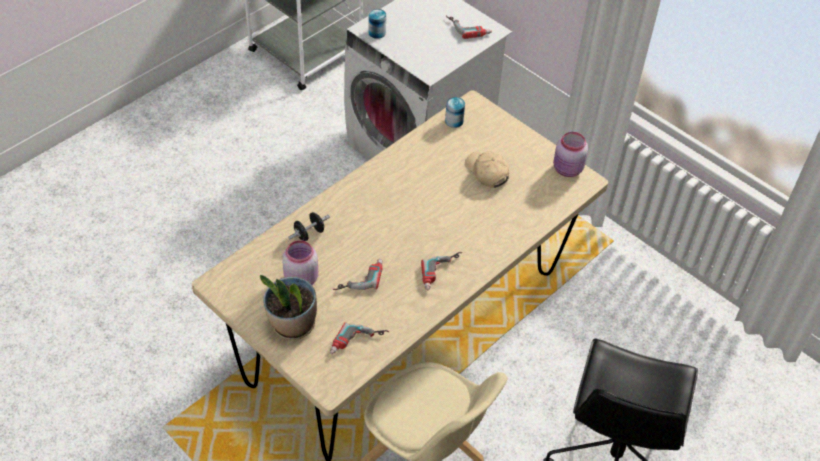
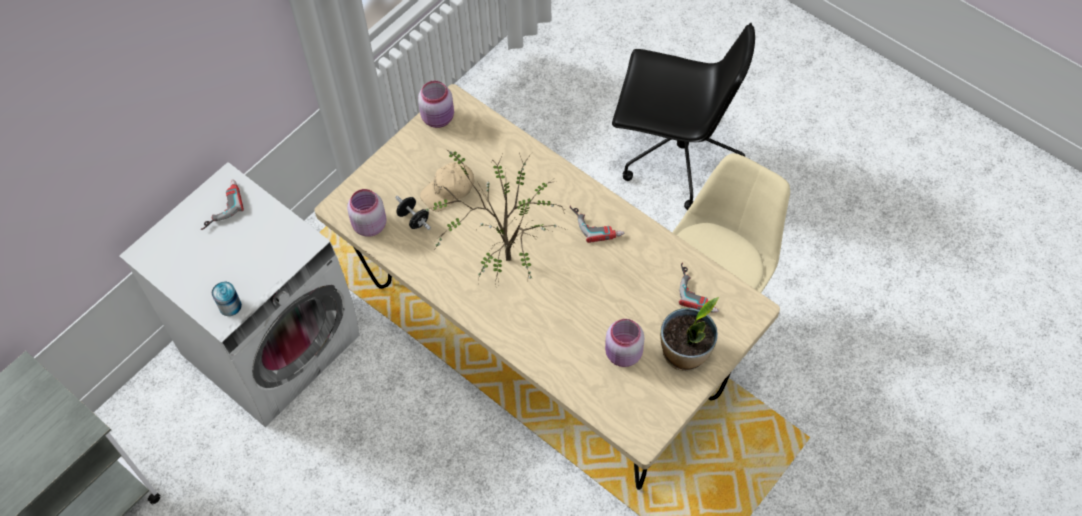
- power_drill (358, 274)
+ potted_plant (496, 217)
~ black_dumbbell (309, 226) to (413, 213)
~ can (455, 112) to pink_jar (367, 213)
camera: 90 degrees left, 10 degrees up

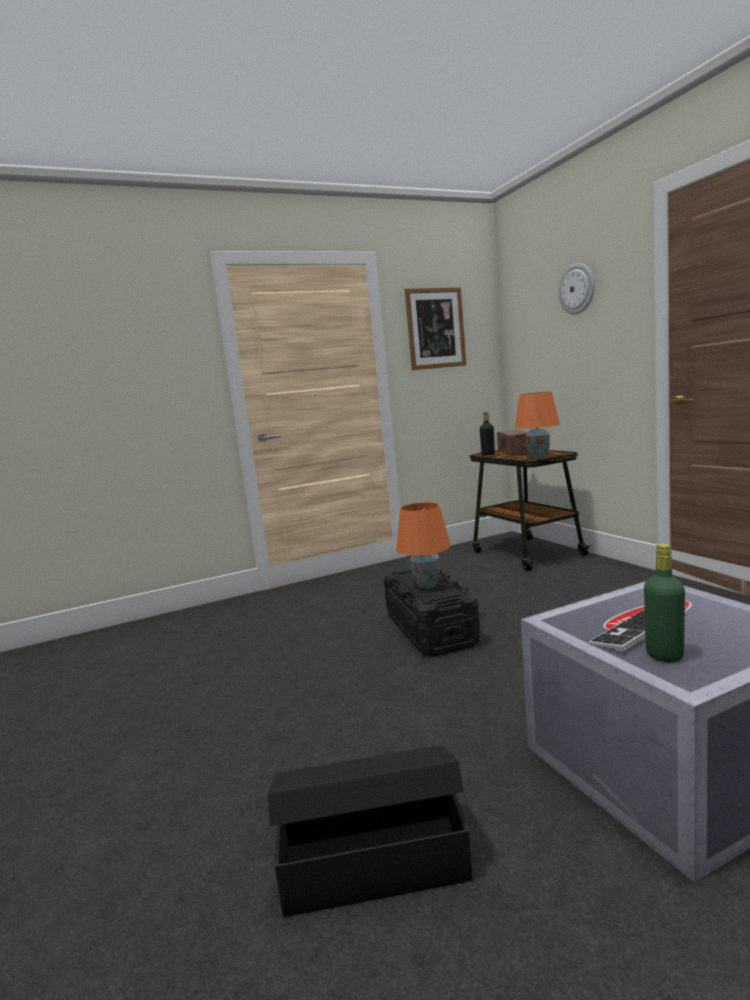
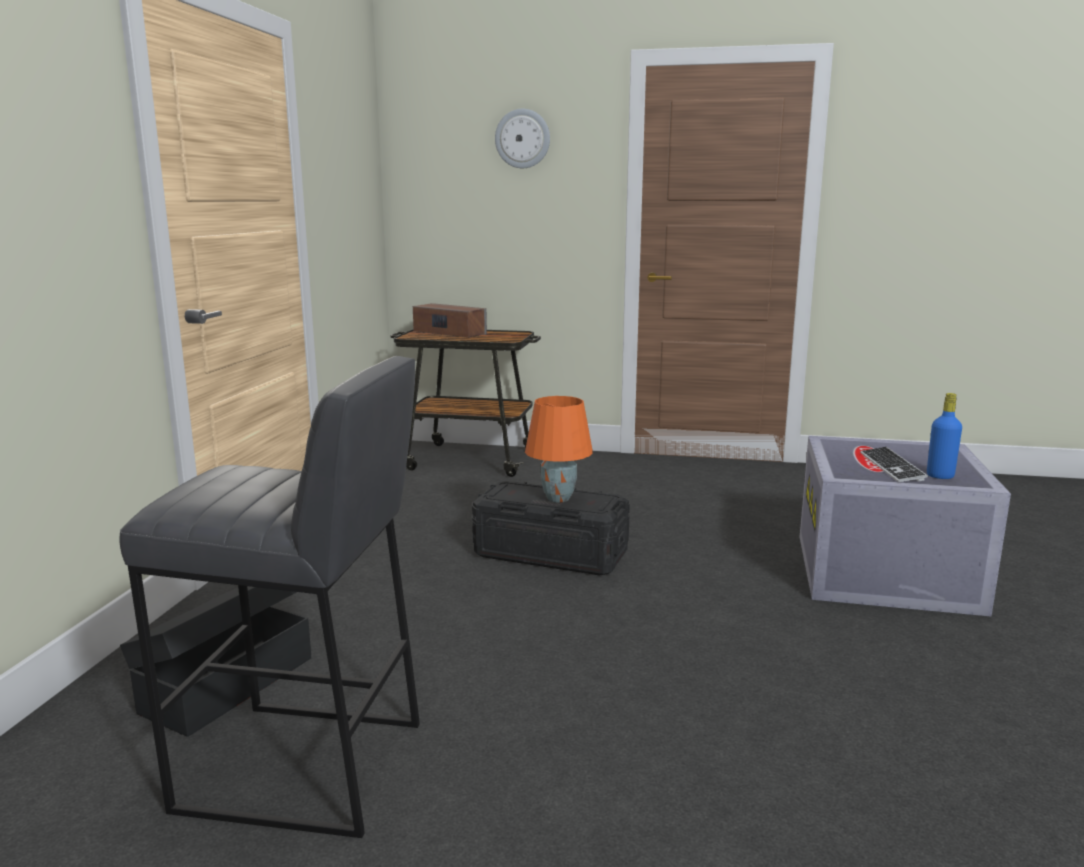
- picture (435, 328)
- black_bottle (487, 433)
- orange_table_lamp (537, 425)
+ grey_stool (269, 597)
~ black_storage_box (370, 831) to (215, 661)
~ green_bottle (664, 603) to blue_bottle (944, 436)
camera: 55 degrees left, 5 degrees up

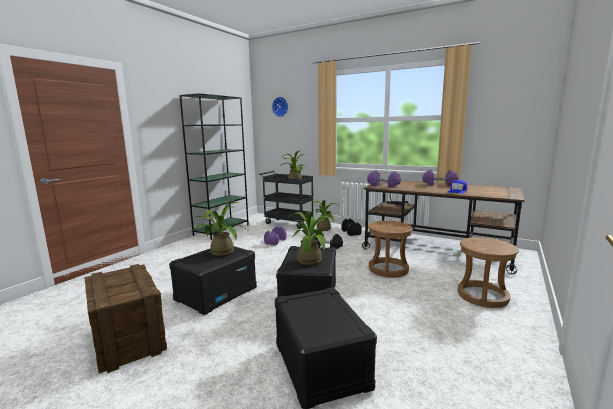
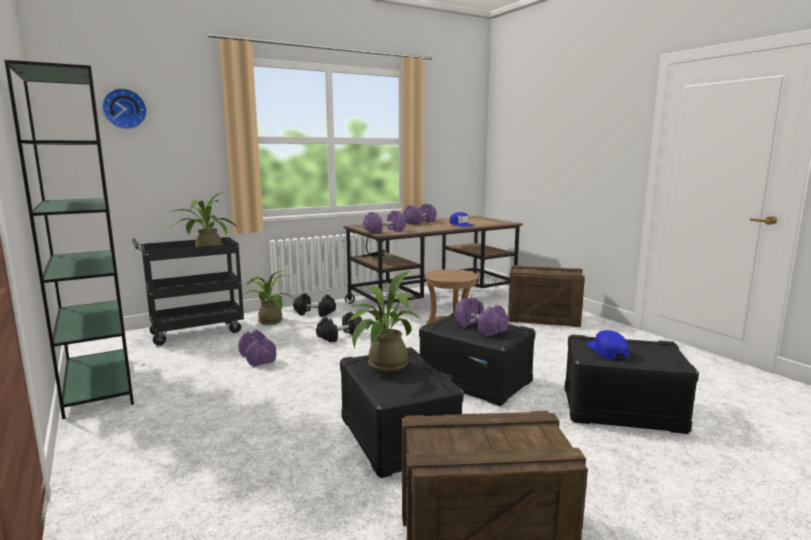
+ blue_cap (607, 345)
~ potted_plant (311, 238) to purple_dumbbell (482, 316)
~ brown_stool (488, 272) to crate (546, 296)
camera: 60 degrees left, 0 degrees up

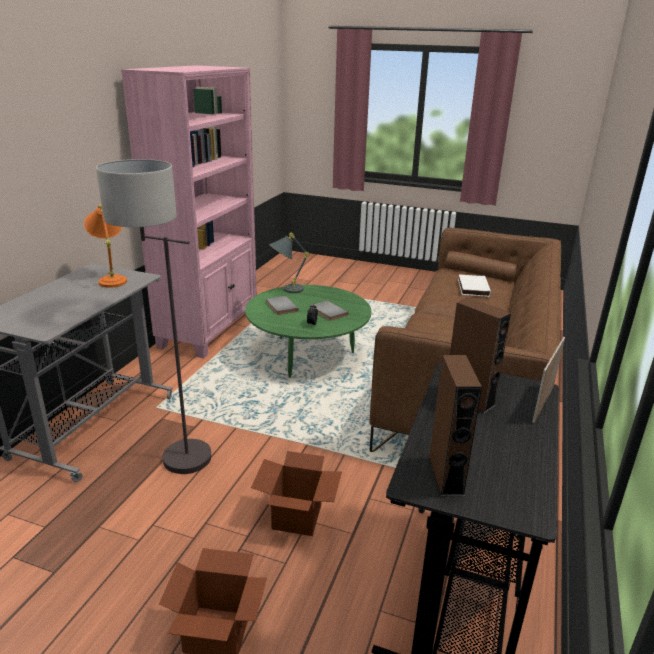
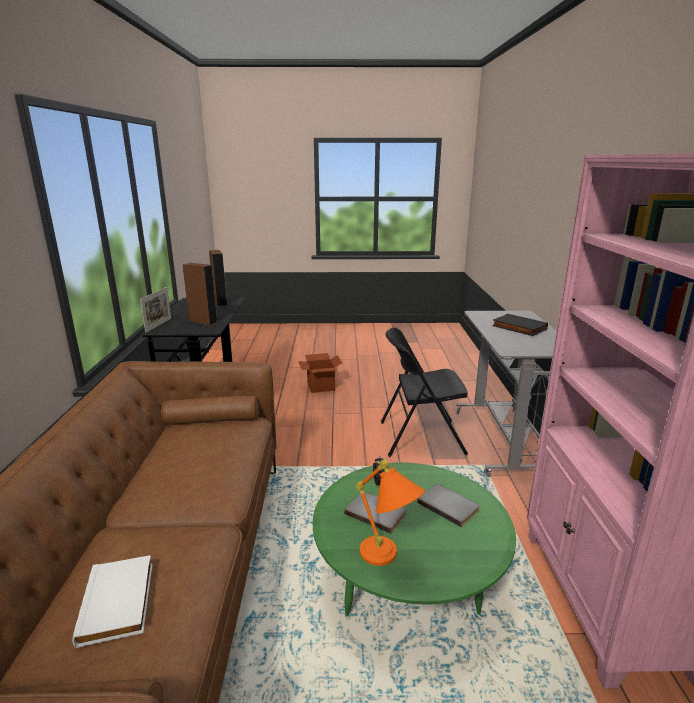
- cardboard_box (296, 493)
- grey_table_lamp (289, 263)
+ black_book (520, 325)
~ orange_table_lamp (105, 246) to (390, 512)
~ grey_floor_lamp (153, 316) to black_chair (424, 392)
camera: 160 degrees right, 5 degrees down

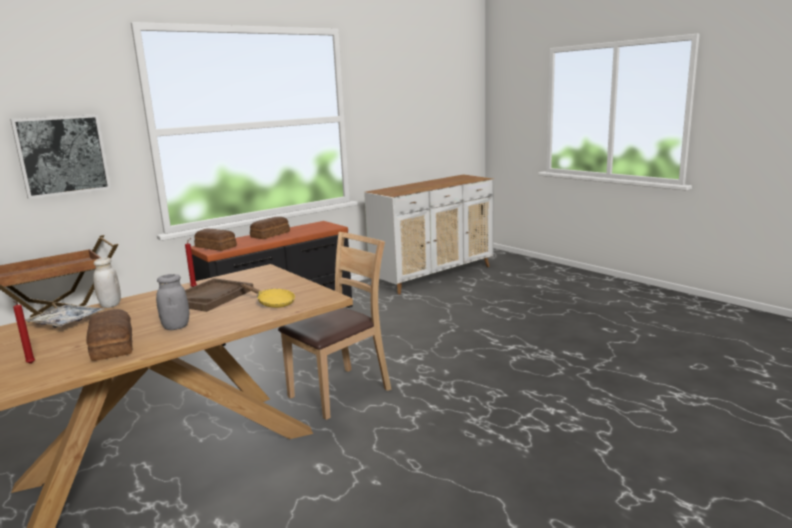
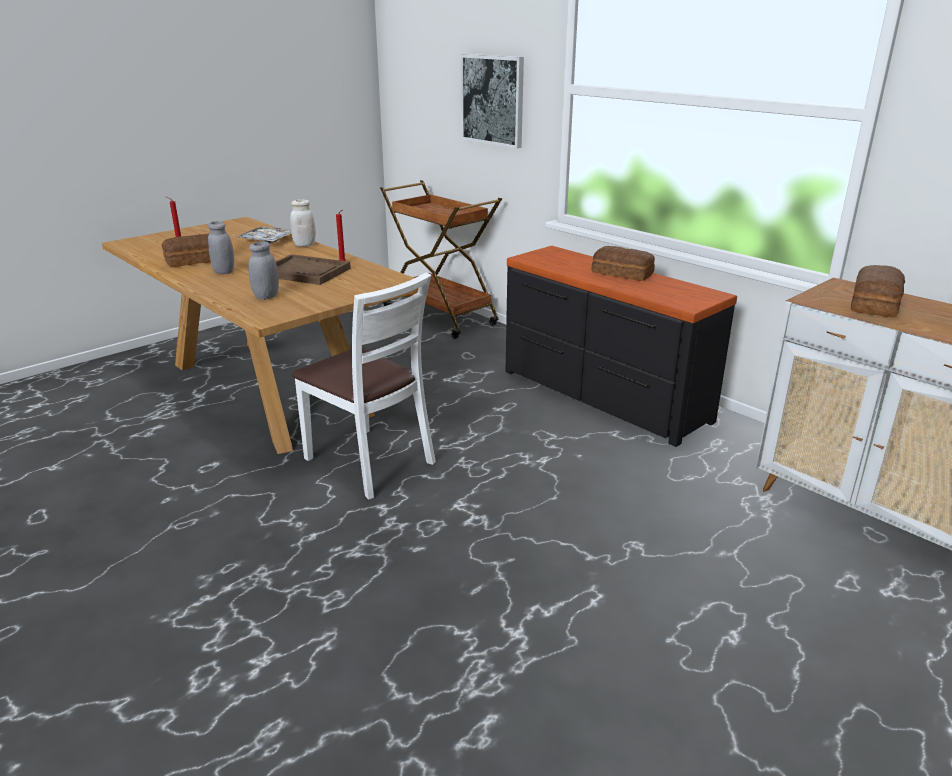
~ bread (215, 240) to (878, 291)
~ yellow_frying_pan (267, 295) to grey_jar (263, 270)
~ brown_chair (334, 326) to white_chair (364, 386)
camera: 85 degrees right, 10 degrees up

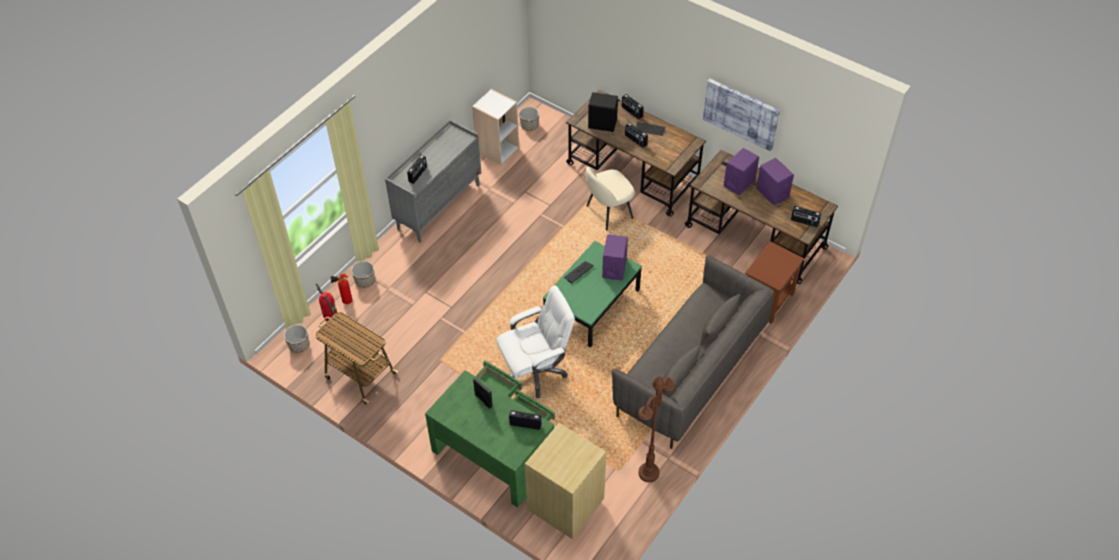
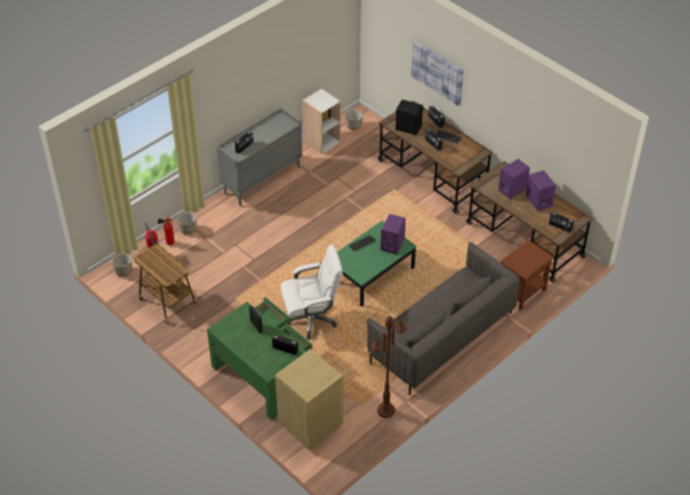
- beige_chair (610, 198)
~ picture (741, 115) to (437, 73)
camera: 10 degrees right, 5 degrees down

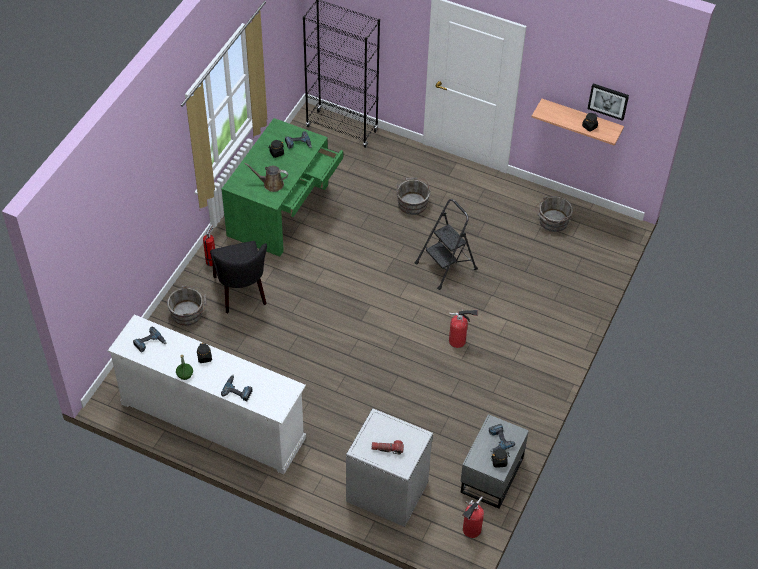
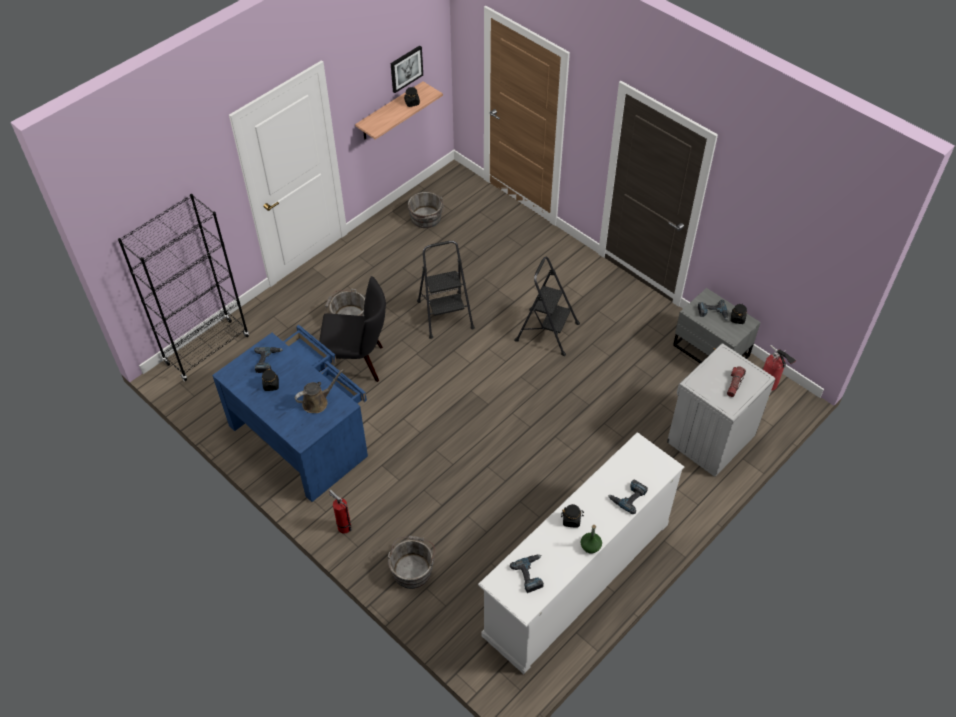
~ black_chair (238, 277) to (352, 329)
~ fire_extinguisher (463, 328) to black_step_ladder (547, 306)
~ green_desk (282, 187) to blue_desk (290, 413)
~ brown_watering_can (266, 177) = (319, 391) 150 degrees counterclockwise
camera: 70 degrees left, 0 degrees up

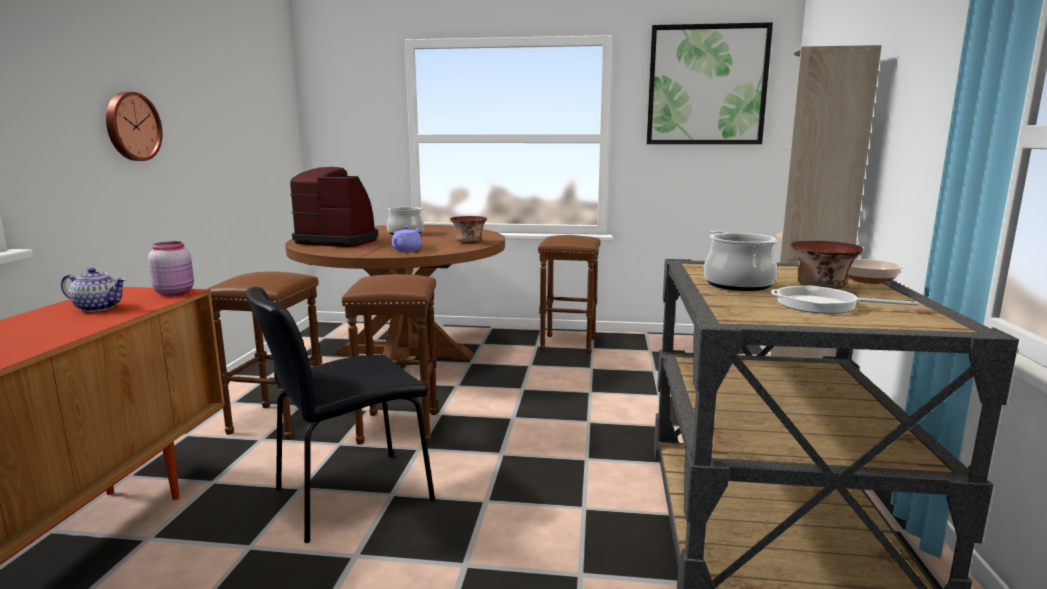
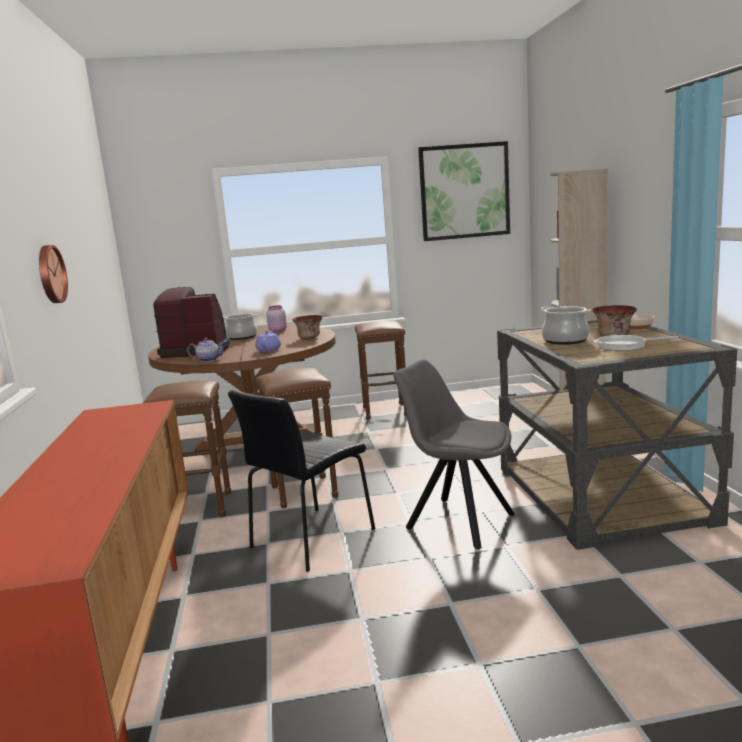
+ grey_chair (454, 454)
~ teapot (93, 290) to (206, 350)
~ pink_jar (171, 268) to (276, 318)
camera: 15 degrees left, 0 degrees up

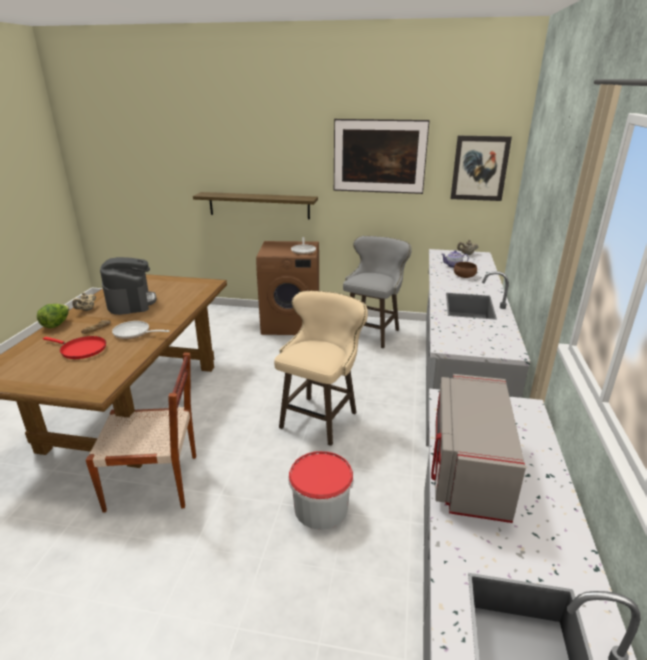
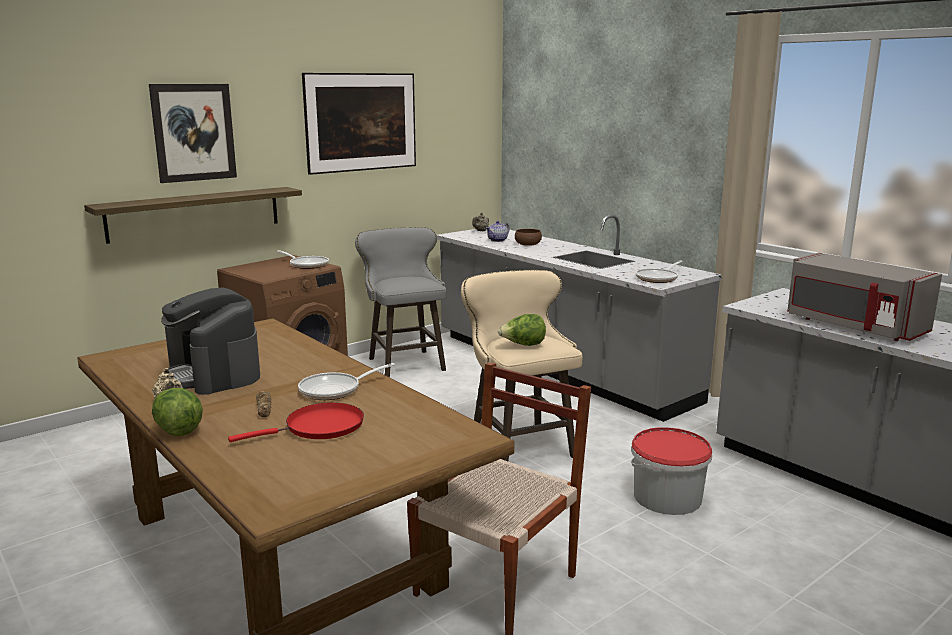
+ lettuce (522, 330)
+ frying_pan (659, 272)
~ picture (481, 168) to (193, 133)
~ coffee_machine (128, 286) = (210, 341) 150 degrees counterclockwise
camera: 50 degrees left, 10 degrees down

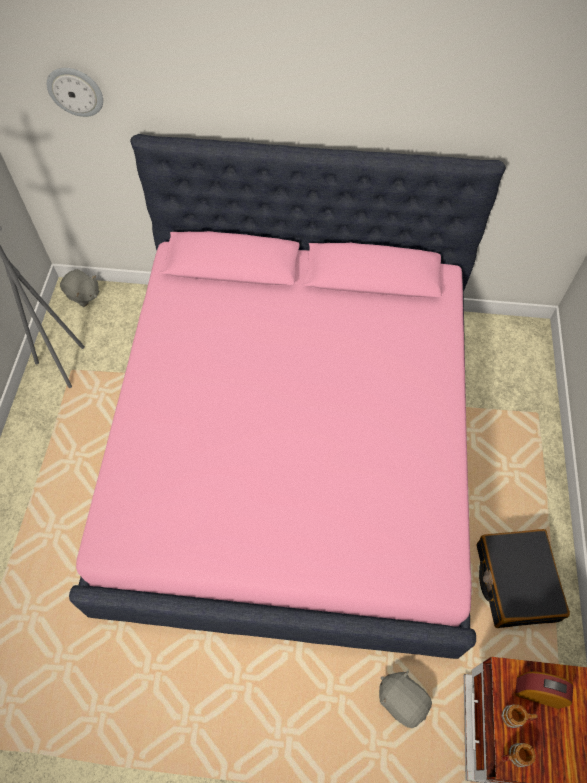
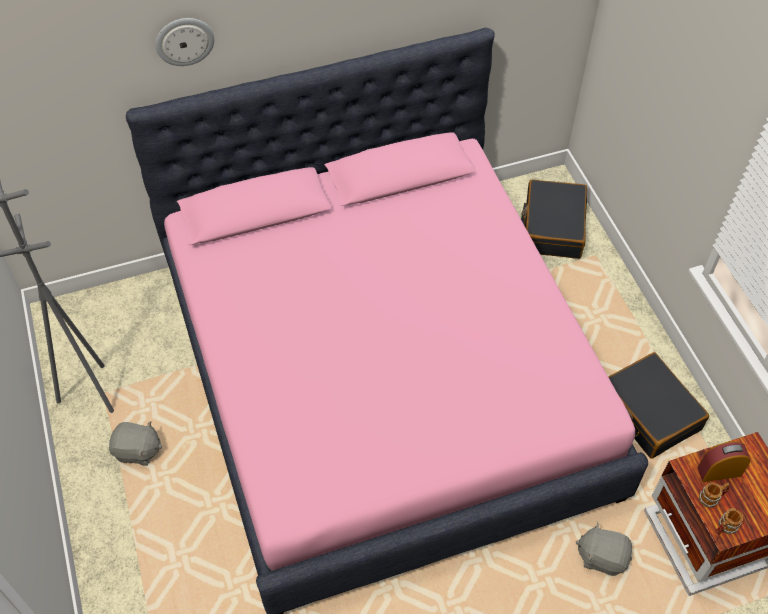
+ black_suitcase (554, 219)
~ wall_clock (75, 92) to (185, 42)
~ grey_plush_toy (79, 288) to (135, 443)
camera: 25 degrees left, 5 degrees down

